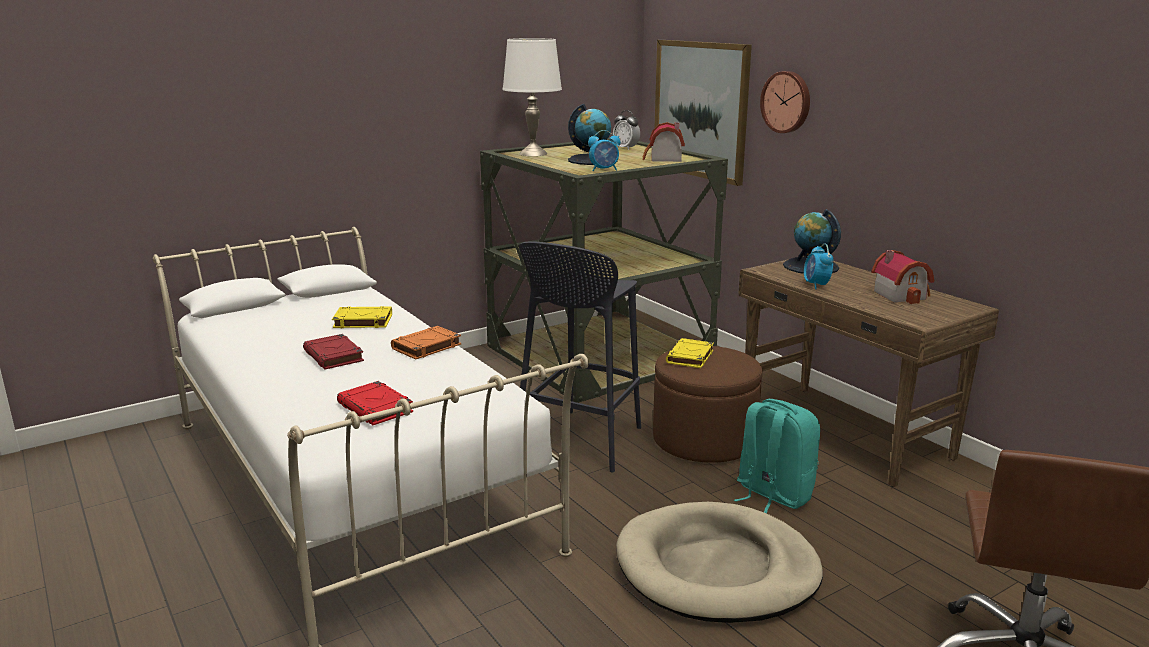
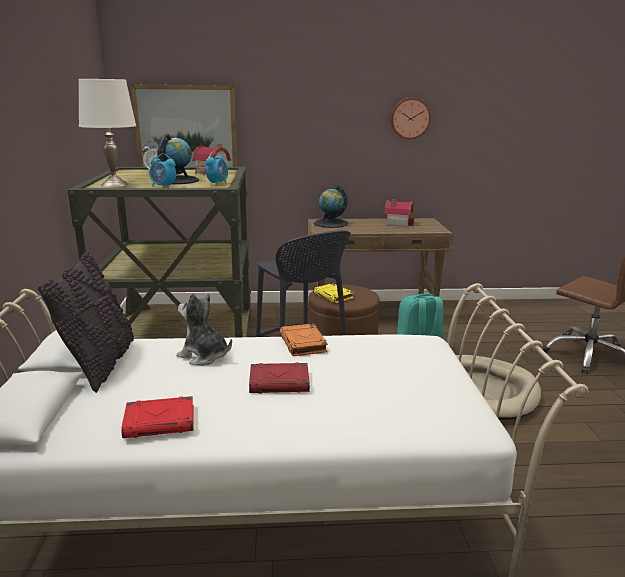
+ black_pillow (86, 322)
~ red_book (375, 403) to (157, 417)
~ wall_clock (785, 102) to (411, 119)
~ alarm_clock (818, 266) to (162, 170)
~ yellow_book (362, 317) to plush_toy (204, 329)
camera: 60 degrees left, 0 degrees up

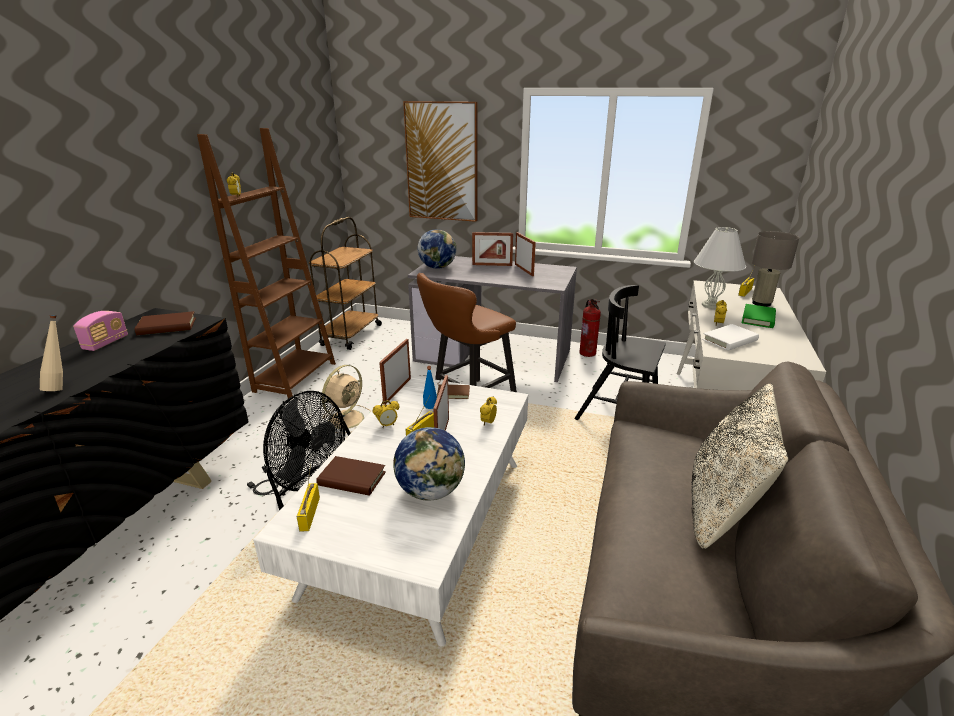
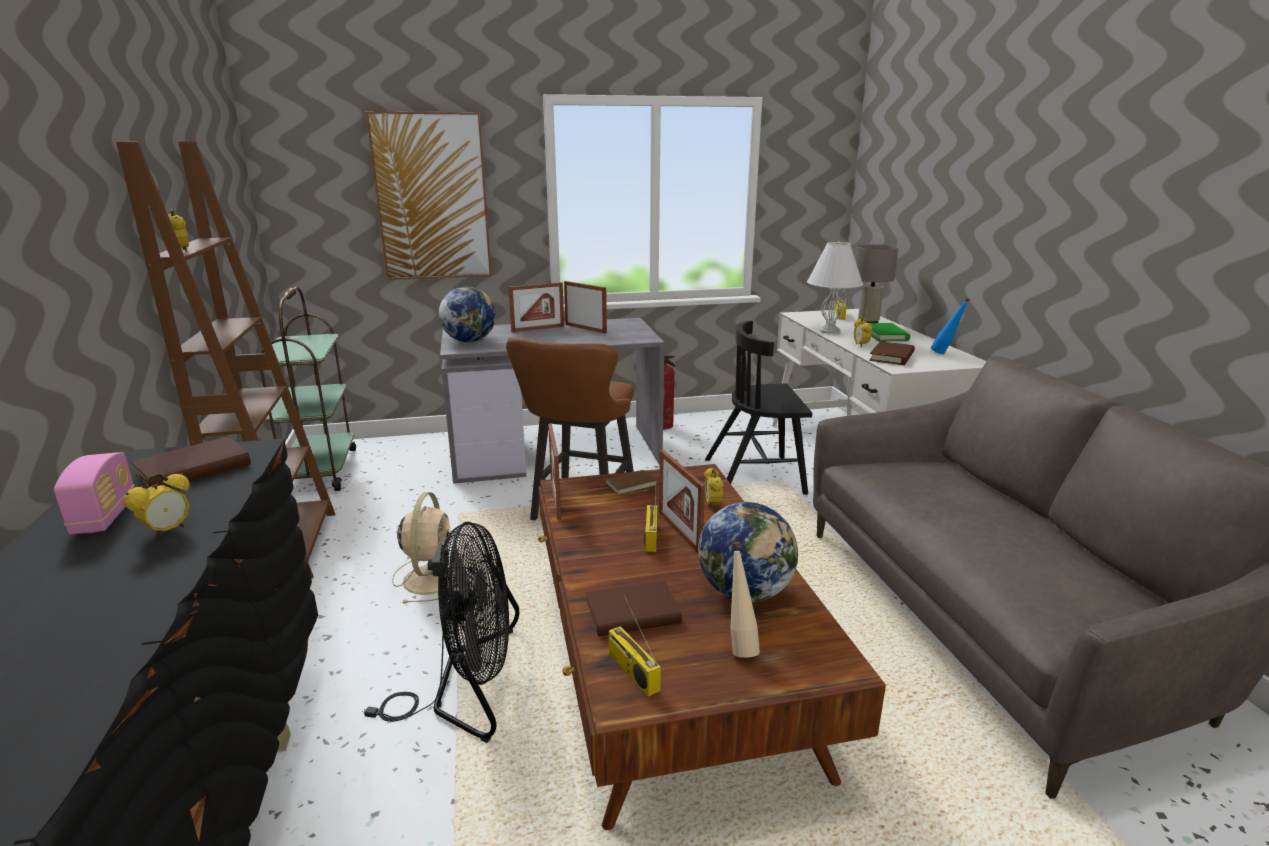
- beige_pillow (739, 466)
~ beige_bottle (51, 353) to (745, 600)
~ alarm_clock (386, 414) to (157, 505)
~ blue_bottle (430, 387) to (950, 325)
~ white_coffee_table (390, 511) to brown_coffee_table (712, 647)
~ brown_cart (345, 283) to green_cart (308, 389)
~ white_book (730, 337) to brown_book (892, 353)
camera: 30 degrees left, 5 degrees down

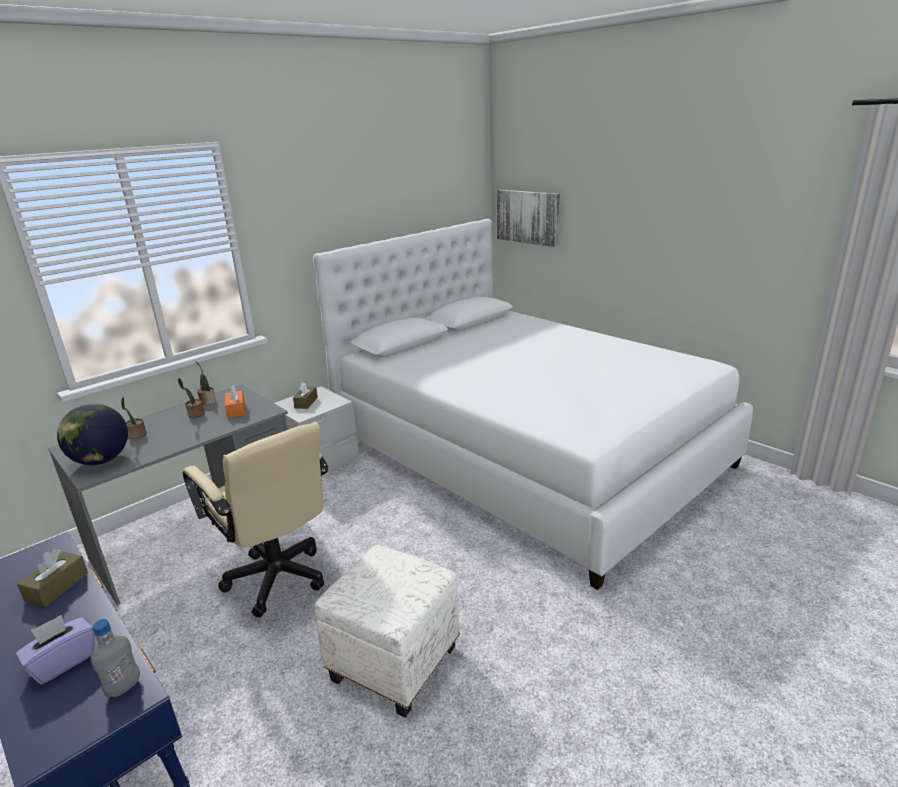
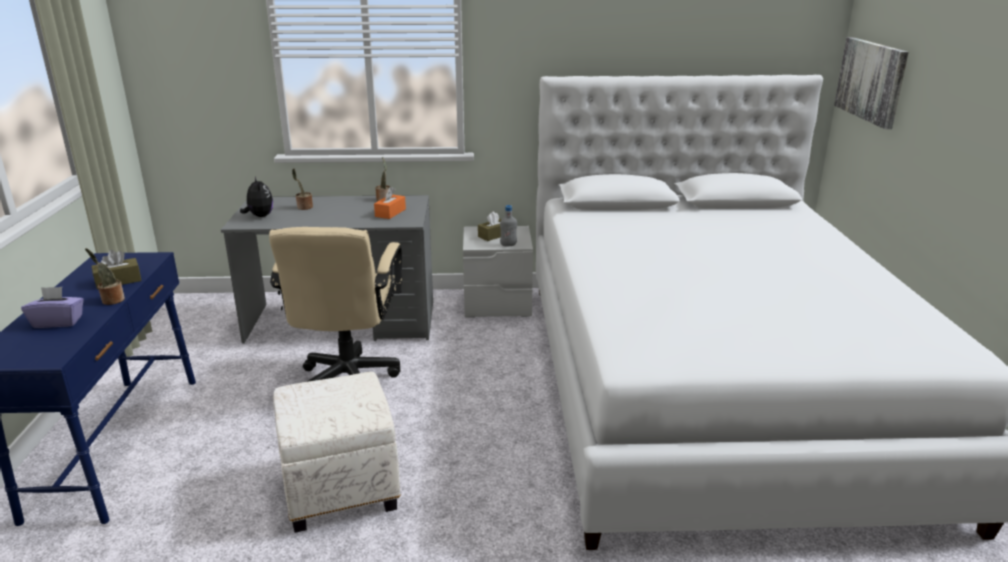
~ grey_bottle (115, 658) to (508, 225)
~ potted_plant (191, 398) to (105, 276)
~ globe (92, 434) to plush_toy (256, 196)
camera: 40 degrees right, 0 degrees up

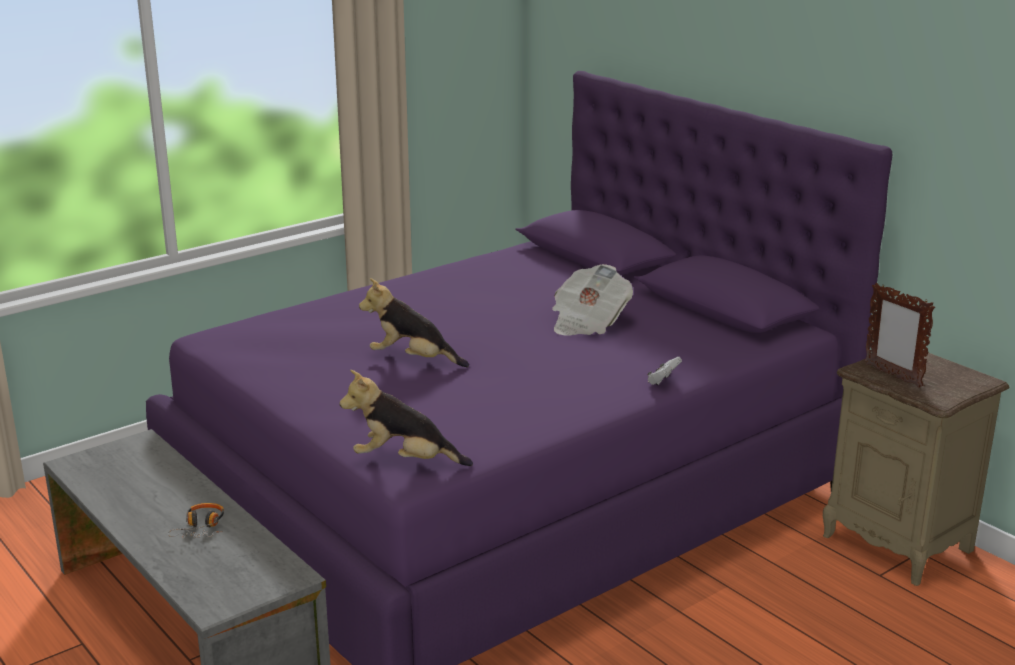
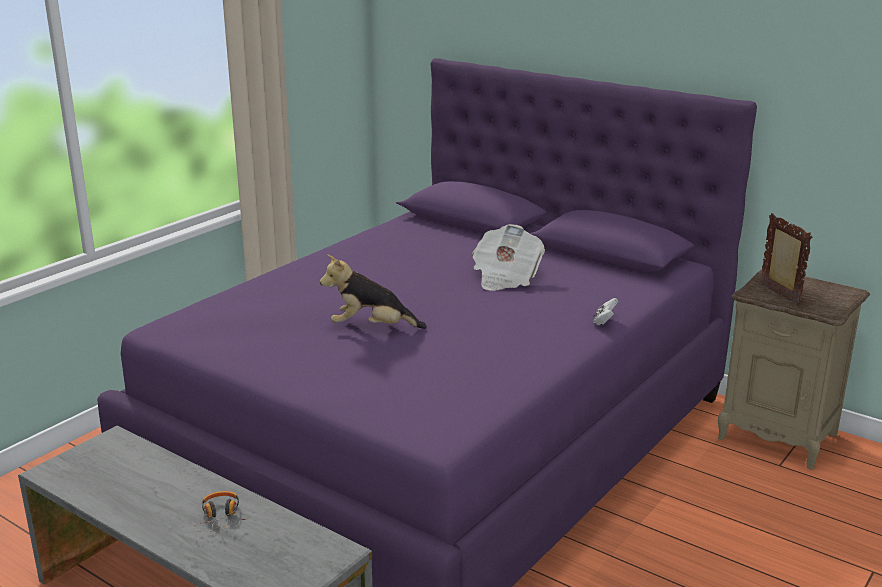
- plush_toy (406, 418)
~ picture_frame (899, 335) = (786, 259) 150 degrees counterclockwise
camera: 15 degrees left, 0 degrees up

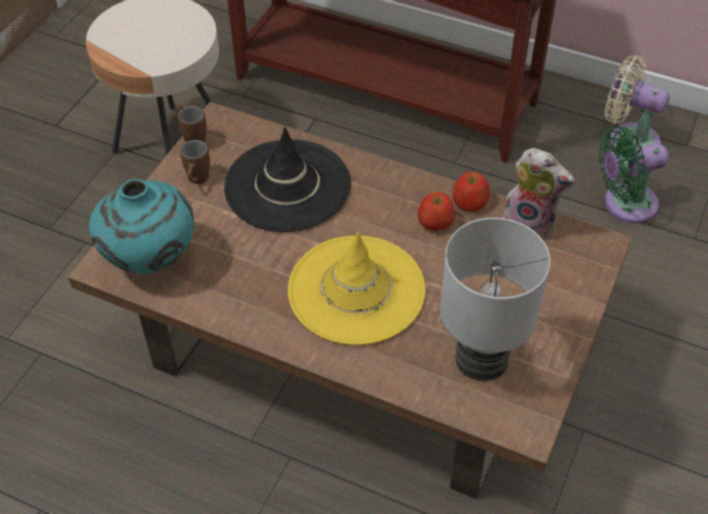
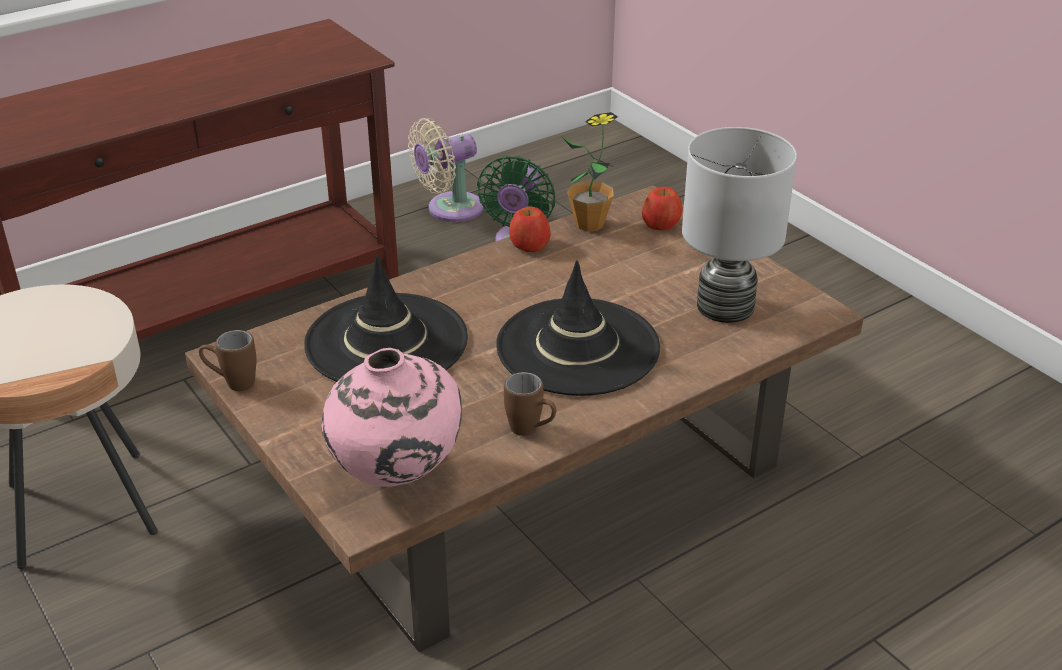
~ brown_mug (195, 162) to (530, 404)
~ apple (436, 211) to (662, 209)
~ plush_toy (538, 193) to potted_plant (589, 172)
~ turquoise_vase (141, 226) to pink_vase (392, 417)
~ yellow_hat (357, 288) to black_hat (578, 328)
camera: 60 degrees left, 15 degrees down

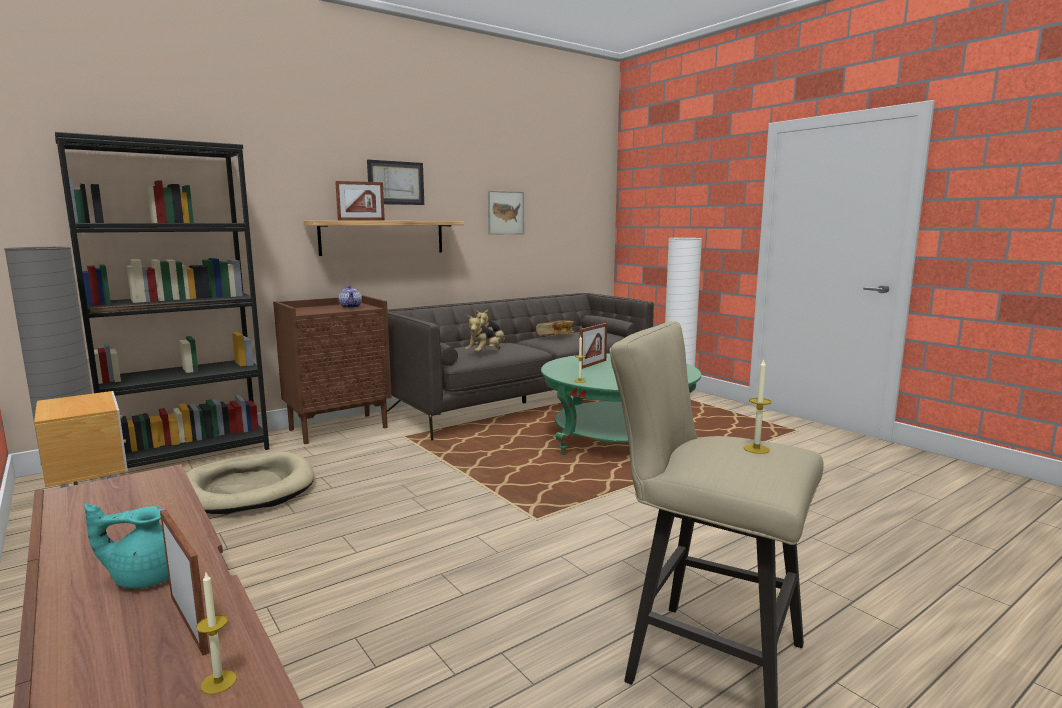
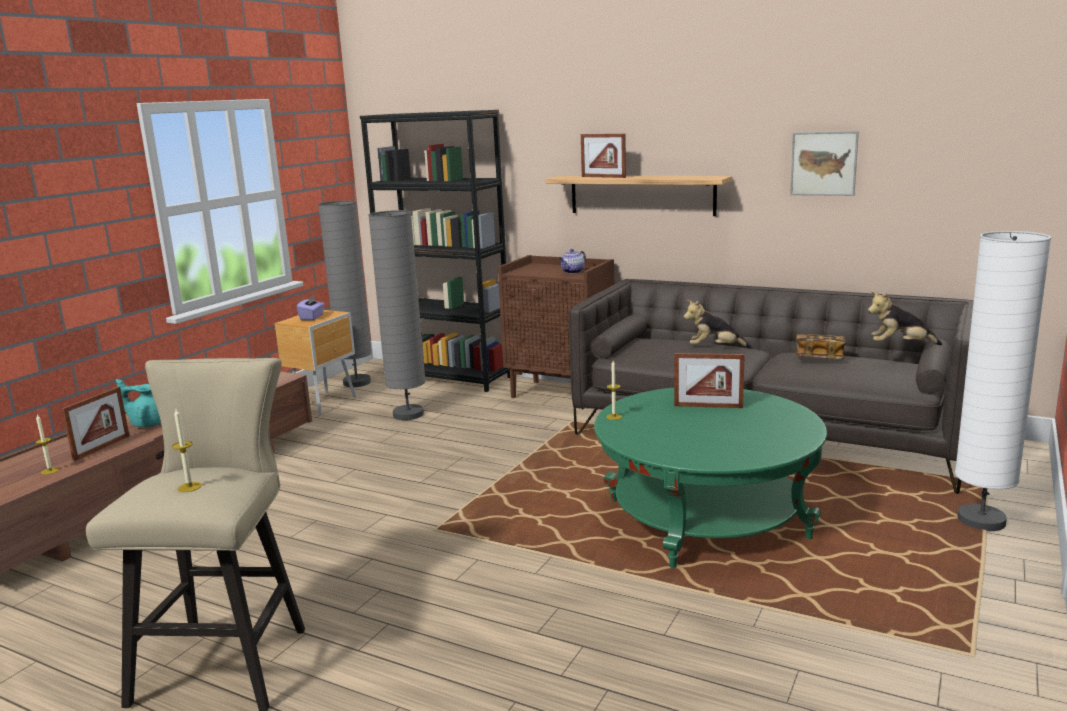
- picture (395, 182)
+ purple_tissue_box (310, 307)
~ plush_toy (482, 333) to (905, 318)
~ beige_dog_bed (250, 482) to grey_floor_lamp (397, 315)
~ turquoise_teapot (126, 545) = (138, 403) 45 degrees counterclockwise
camera: 65 degrees right, 5 degrees up

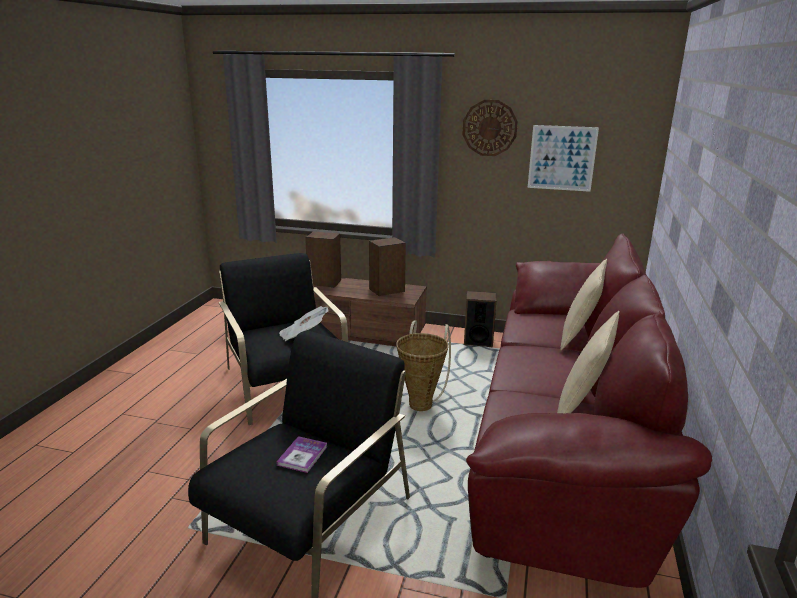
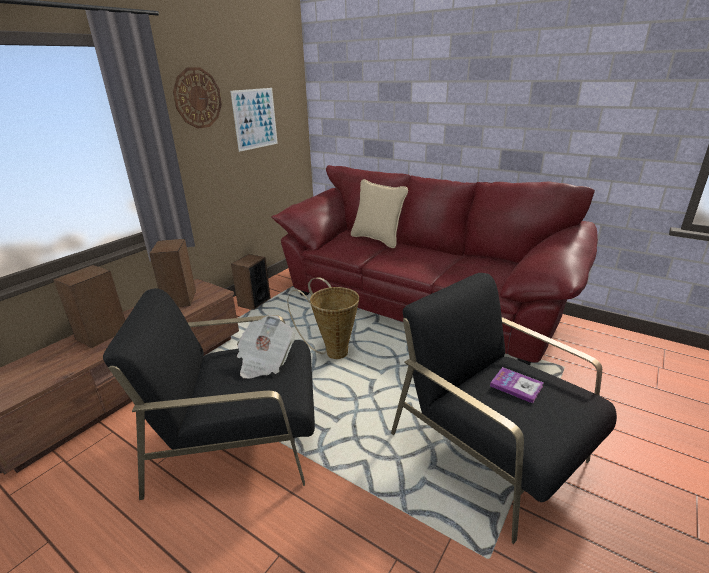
- beige_pillow (588, 362)
camera: 70 degrees left, 5 degrees up

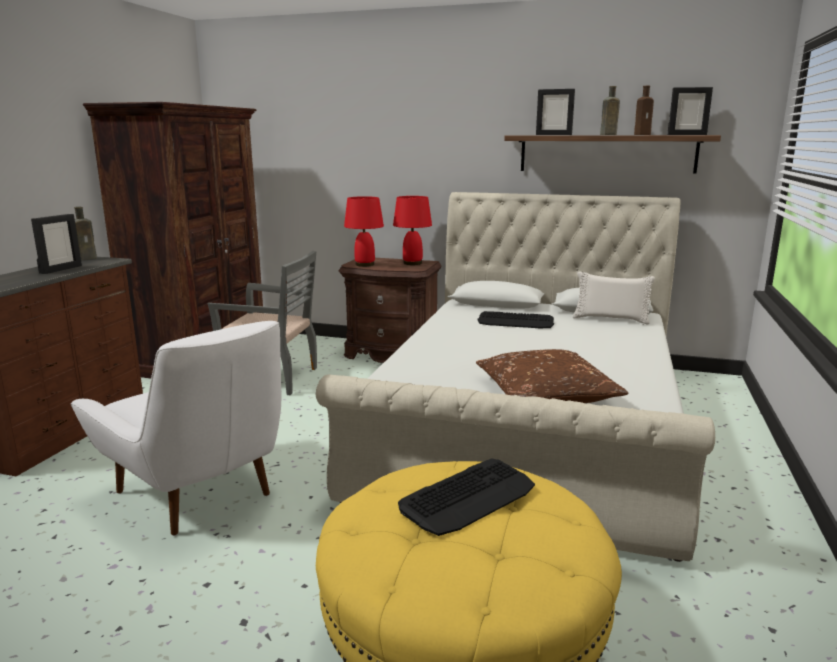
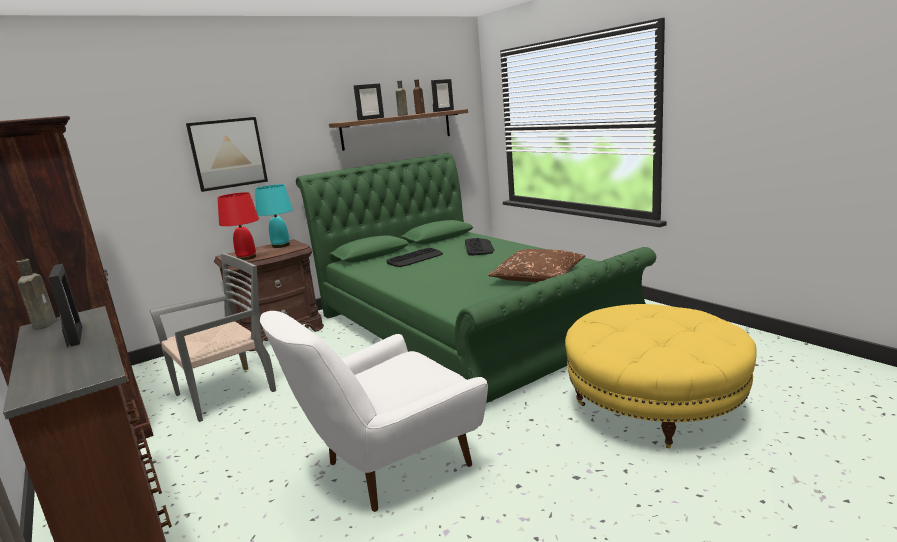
- white_pillow (614, 298)
+ picture (227, 154)
~ keyboard (466, 497) to (479, 247)
~ beige_bed (515, 377) to green_bed (476, 278)
~ red_table_lamp (412, 230) to turquoise_table_lamp (274, 216)
~ white_armchair (176, 428) = (374, 411) 150 degrees clockwise
camera: 50 degrees left, 0 degrees up

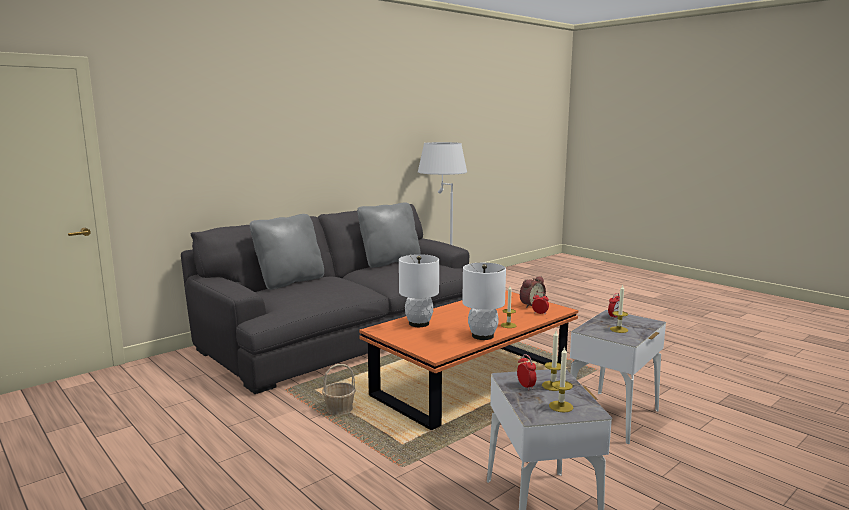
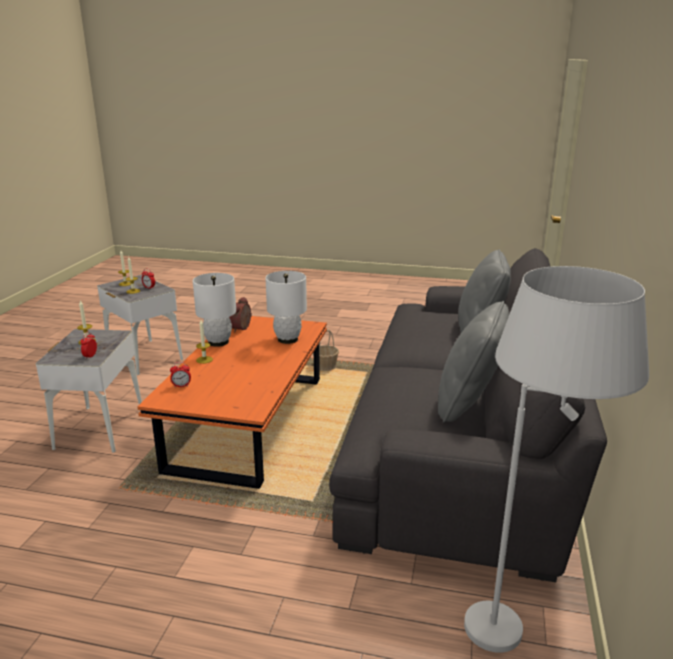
~ alarm_clock (533, 292) to (240, 314)
camera: 145 degrees right, 10 degrees up

